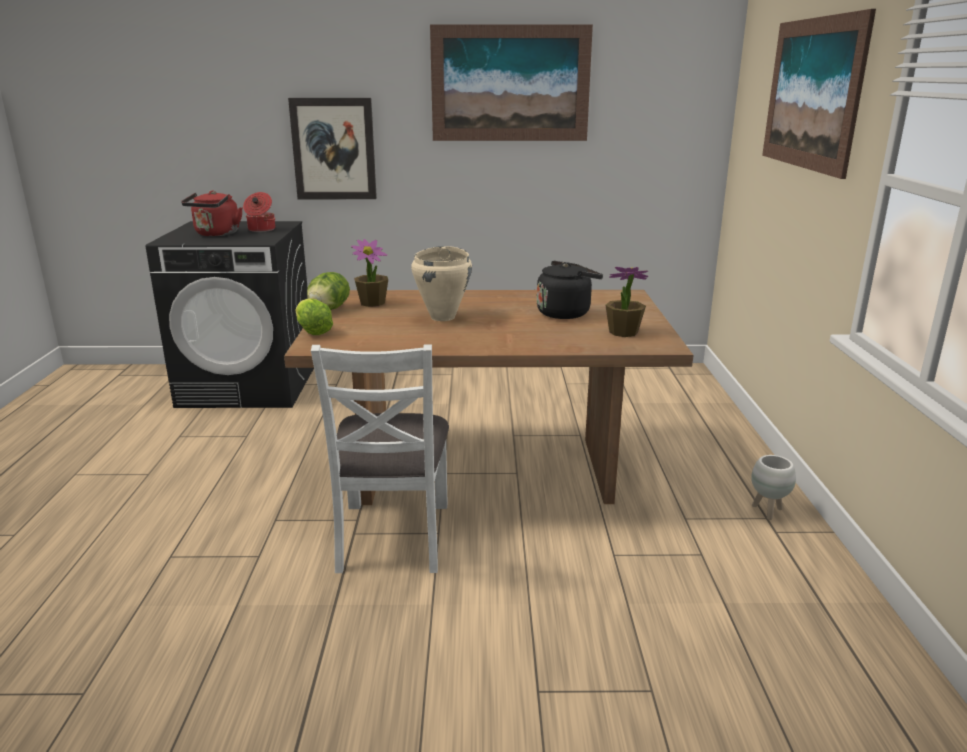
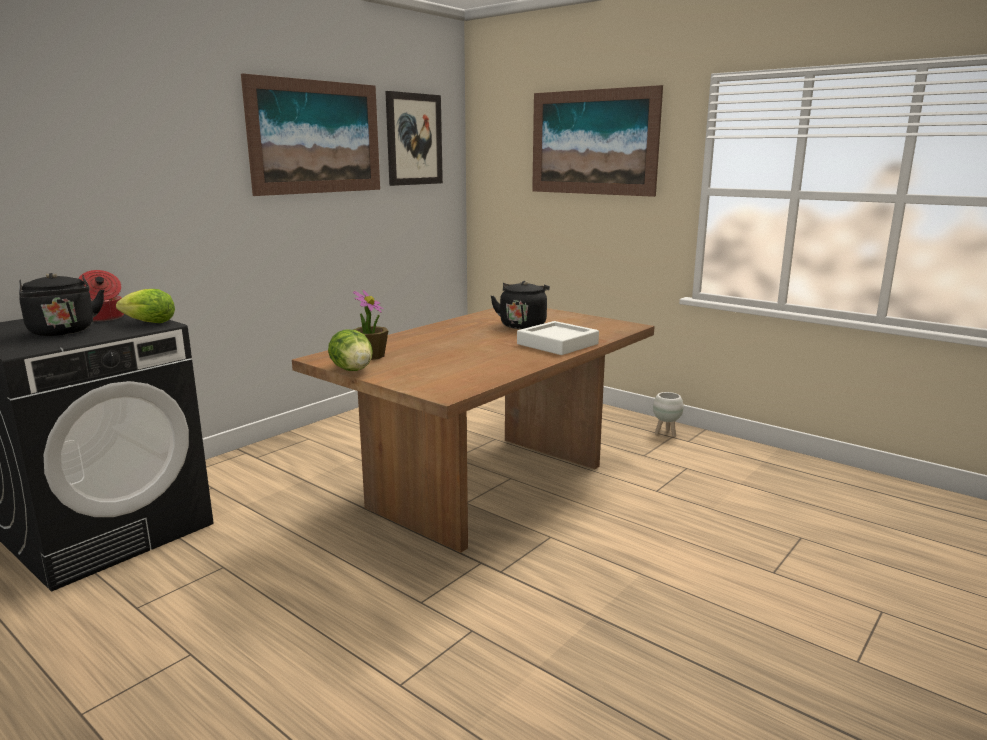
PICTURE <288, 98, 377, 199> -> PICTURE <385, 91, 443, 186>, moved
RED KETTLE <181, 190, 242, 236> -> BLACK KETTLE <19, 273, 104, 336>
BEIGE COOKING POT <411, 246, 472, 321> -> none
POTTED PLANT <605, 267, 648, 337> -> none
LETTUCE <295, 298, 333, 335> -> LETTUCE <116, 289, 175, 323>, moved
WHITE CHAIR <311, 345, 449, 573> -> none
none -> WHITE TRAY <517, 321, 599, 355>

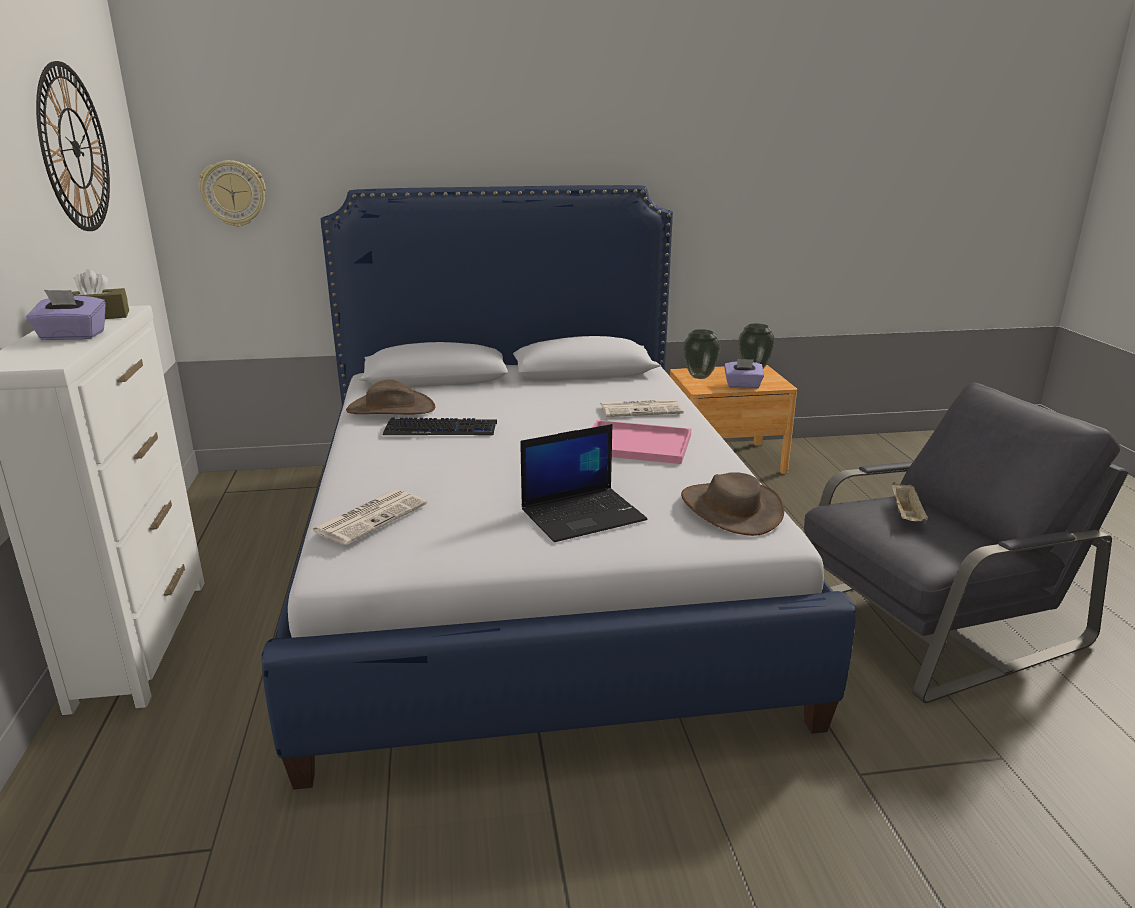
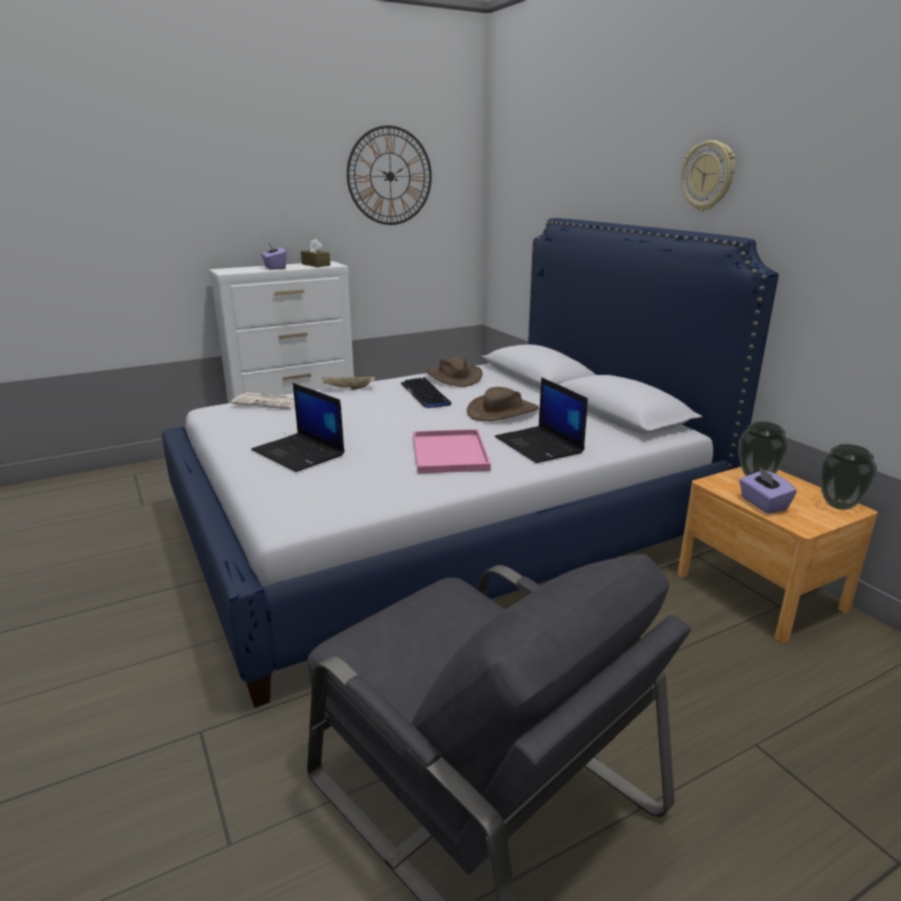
WALL CLOCK <199, 160, 266, 227> -> WALL CLOCK <681, 140, 735, 211>, moved
NEWSPAPER <600, 399, 684, 417> -> LAPTOP <495, 377, 588, 463>
BROWN HAT <681, 472, 784, 536> -> BROWN HAT <467, 387, 539, 421>, moved
BEIGE TRAY <892, 482, 928, 521> -> BEIGE TRAY <322, 375, 375, 390>, moved

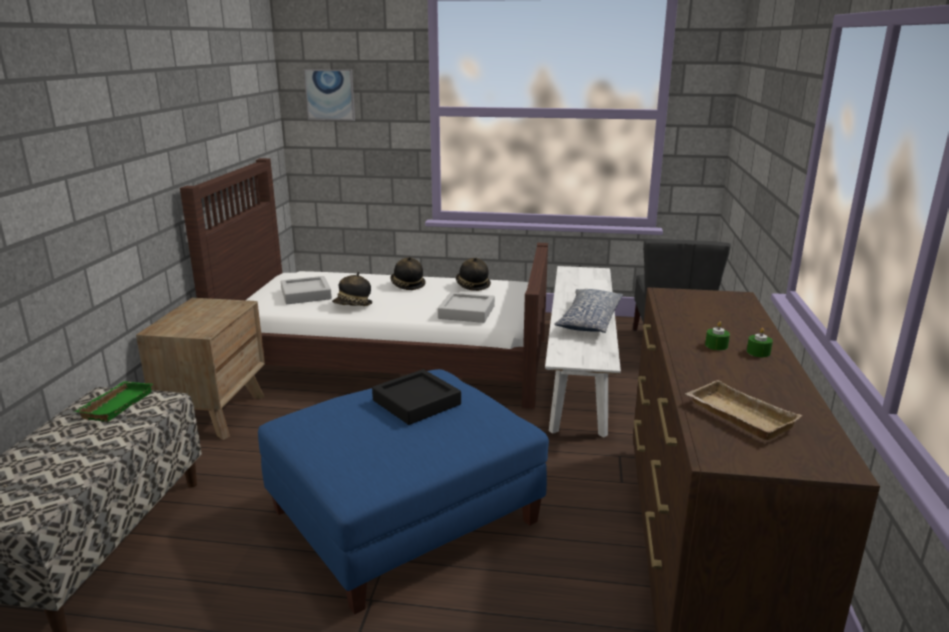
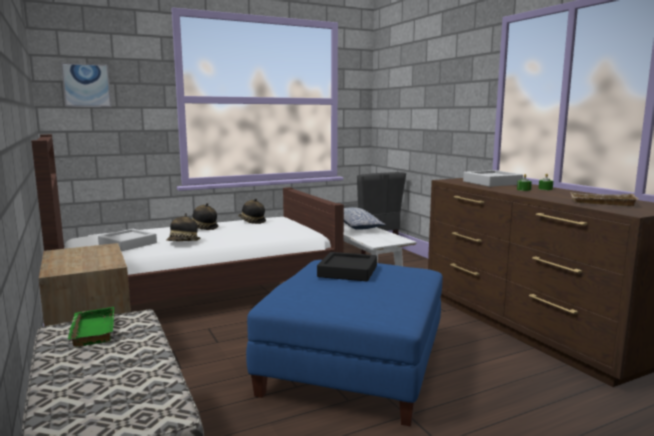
GREY TRAY <438, 292, 495, 323> -> GREY TRAY <463, 170, 523, 187>, moved

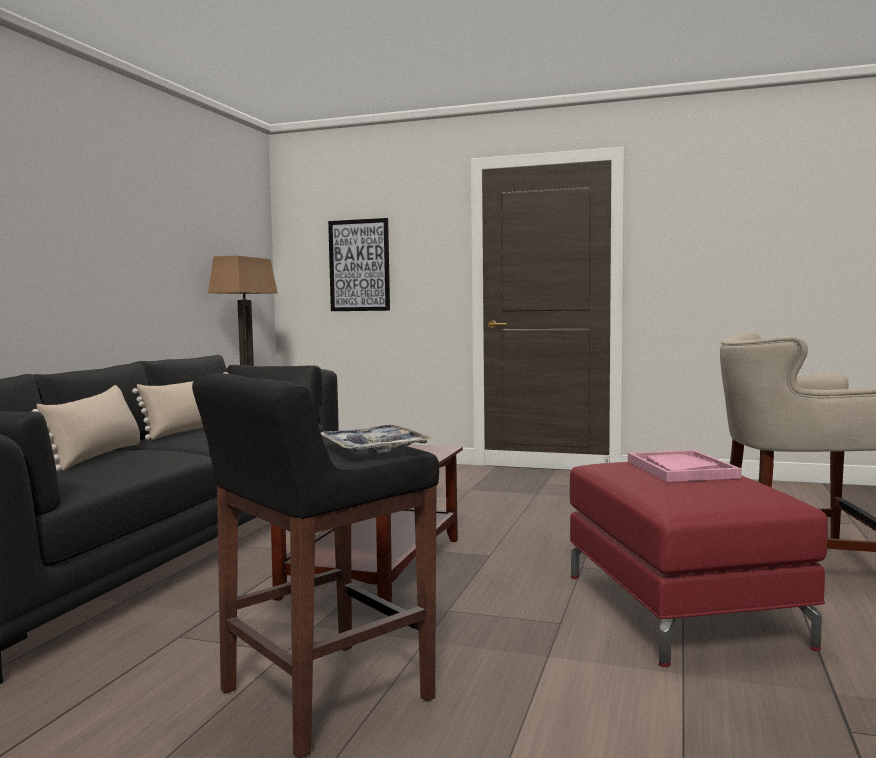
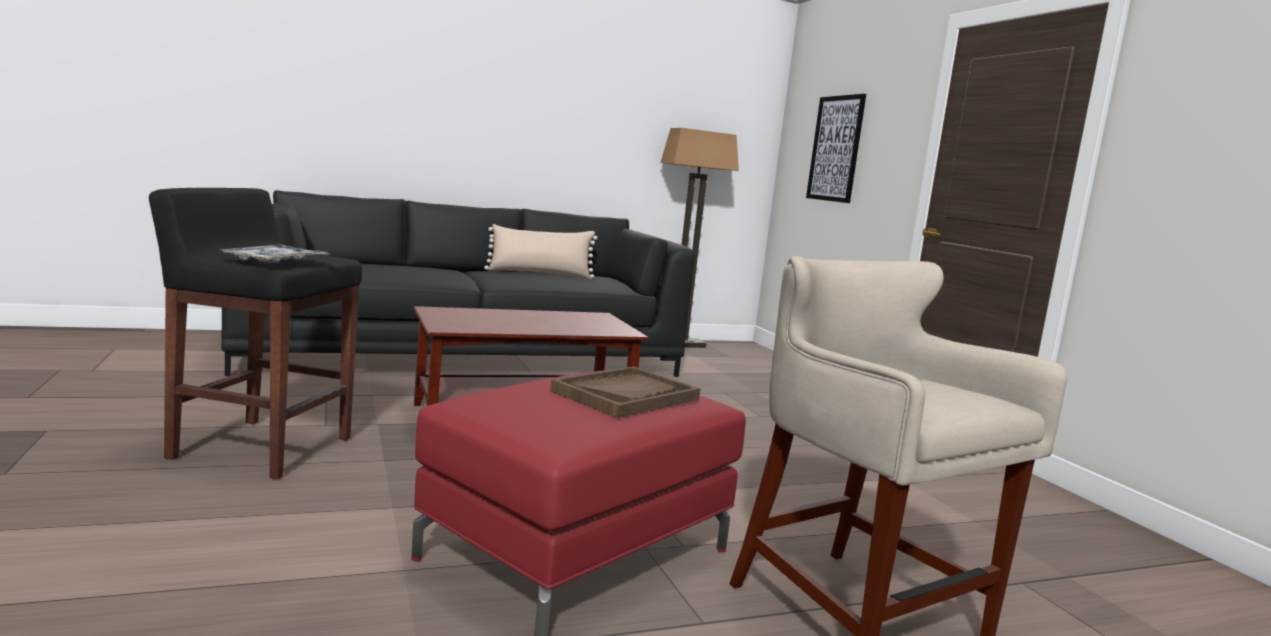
BEIGE PILLOW <32, 385, 140, 472> -> none
PINK TRAY <628, 450, 742, 482> -> BROWN TRAY <550, 366, 700, 418>

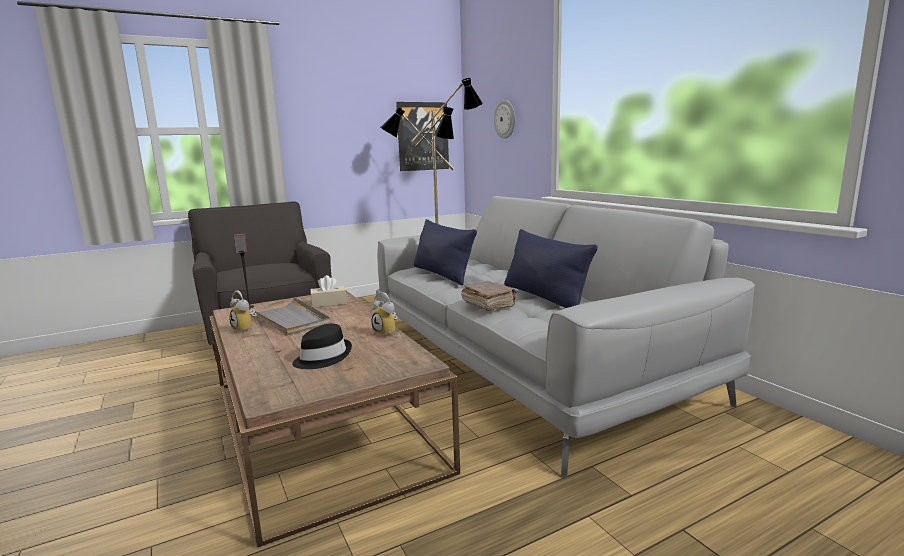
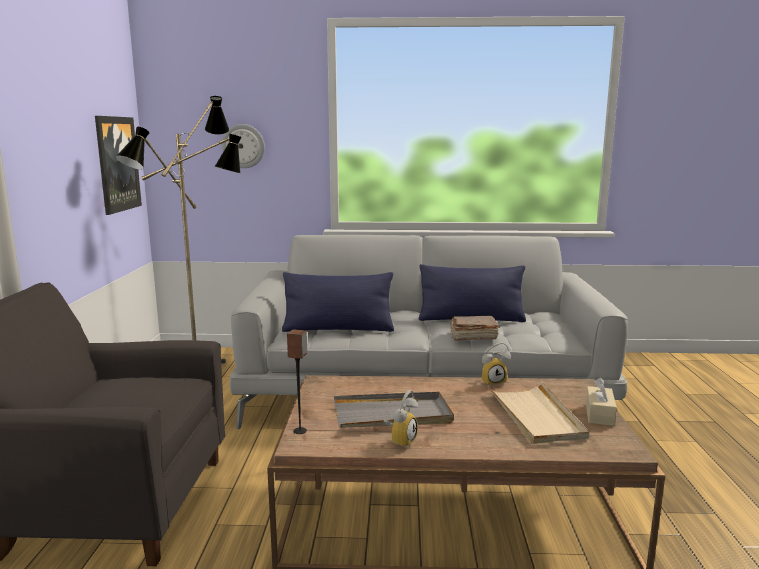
BEIGE TISSUE BOX <311, 275, 347, 308> -> BEIGE TISSUE BOX <586, 378, 617, 426>, moved
ALARM CLOCK <229, 291, 257, 333> -> ALARM CLOCK <384, 390, 419, 449>, 45 degrees counterclockwise
BLACK HAT <292, 324, 352, 369> -> BEIGE TRAY <487, 381, 589, 444>

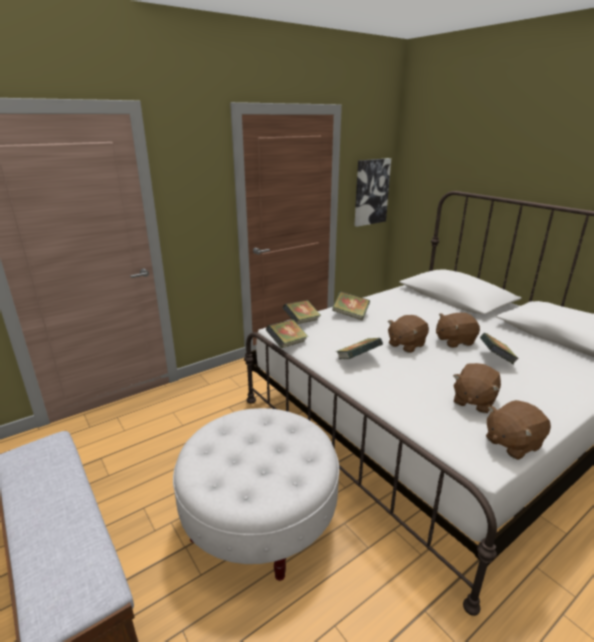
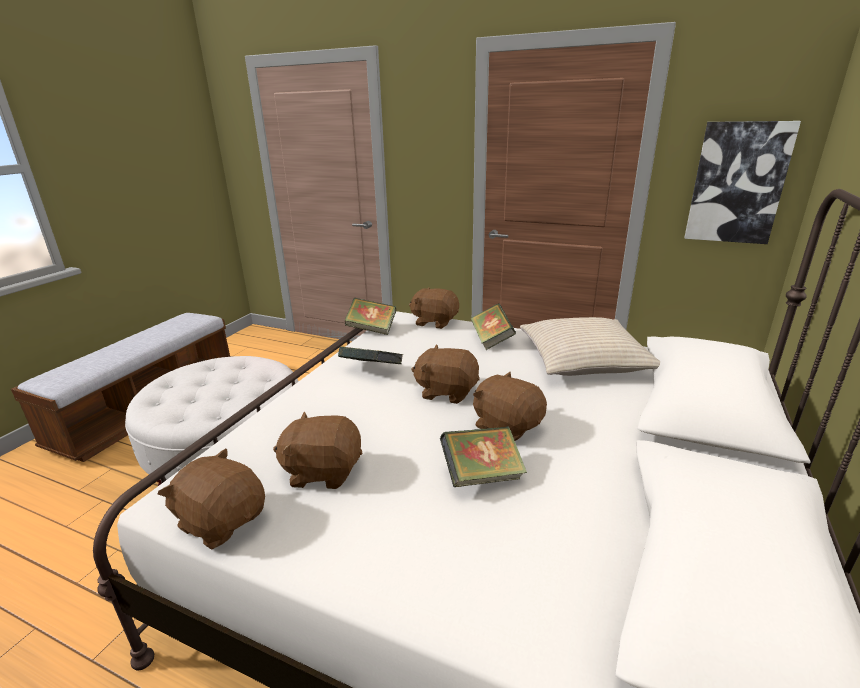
BOOK <283, 300, 321, 324> -> BROWN PLUSH TOY <409, 287, 459, 329>
none -> BEIGE PILLOW <520, 317, 660, 376>

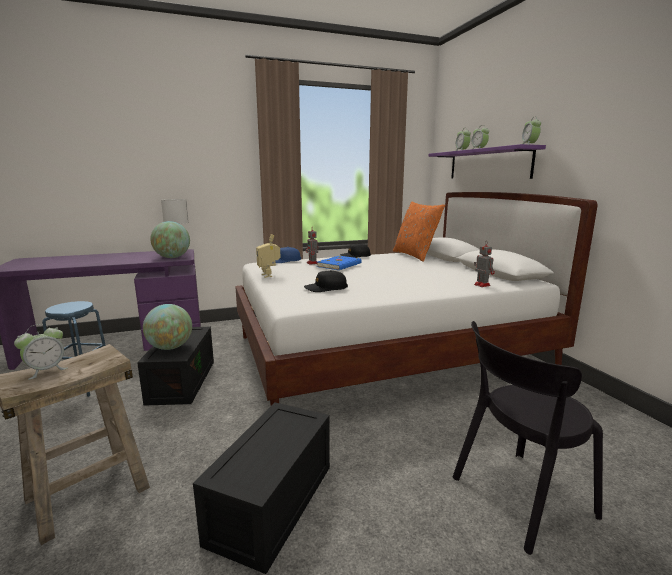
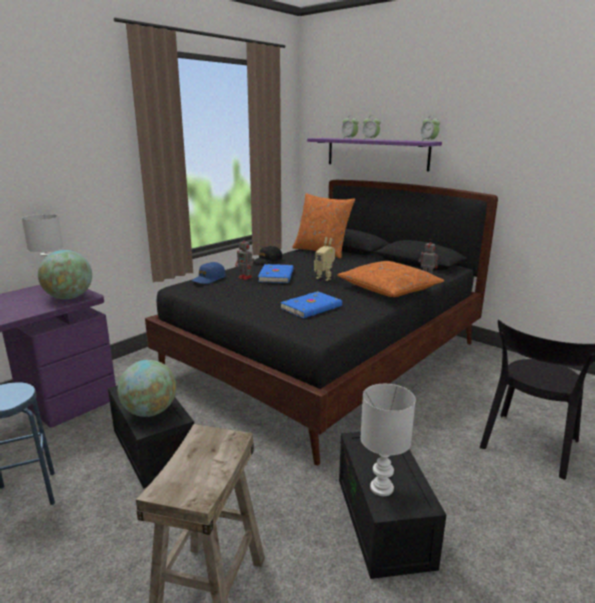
WHITE BED <235, 192, 598, 406> -> BLACK BED <145, 180, 498, 465>
TOY ROBOT <256, 234, 281, 278> -> TOY ROBOT <314, 237, 335, 281>, moved
BLACK CAP <304, 270, 348, 292> -> BLUE BOOK <280, 291, 342, 318>
ALARM CLOCK <14, 324, 67, 380> -> none
none -> ORANGE PILLOW <337, 261, 444, 297>
none -> WHITE TABLE LAMP <360, 384, 416, 496>

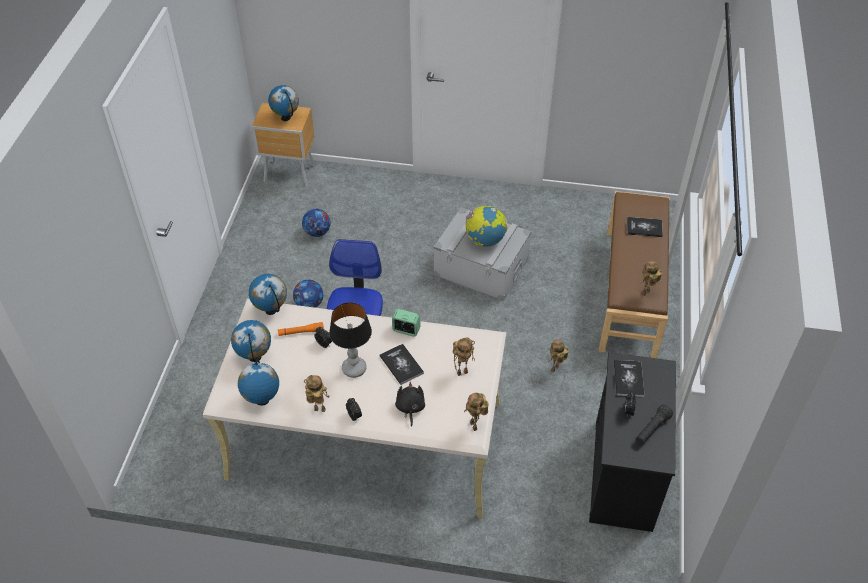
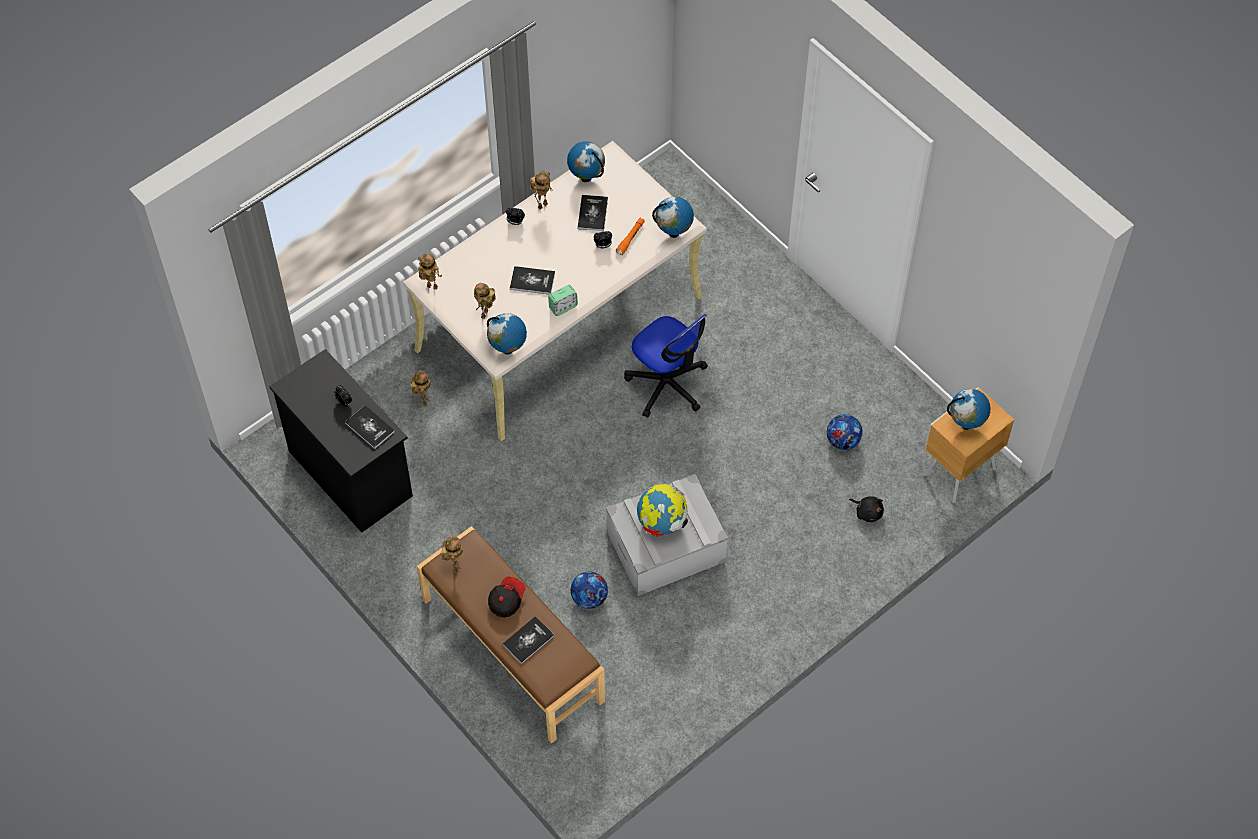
FOOTBALL <293, 280, 323, 308> -> FOOTBALL <571, 572, 608, 609>, moved
TABLE LAMP <329, 302, 372, 378> -> none
GLOBE <231, 320, 271, 362> -> GLOBE <487, 313, 527, 354>, moved
TOY ROBOT <548, 340, 569, 372> -> TOY ROBOT <411, 370, 431, 407>, moved
BLACK PLUSH TOY <395, 382, 425, 427> -> BLACK PLUSH TOY <849, 497, 884, 522>, moved
BLACK FLASHLIGHT <636, 405, 673, 444> -> none
none -> BOOK <577, 195, 608, 231>
none -> CAP <488, 577, 526, 618>

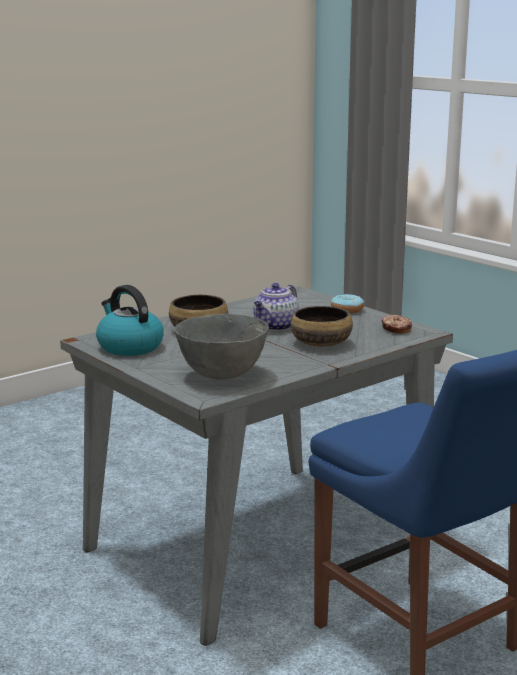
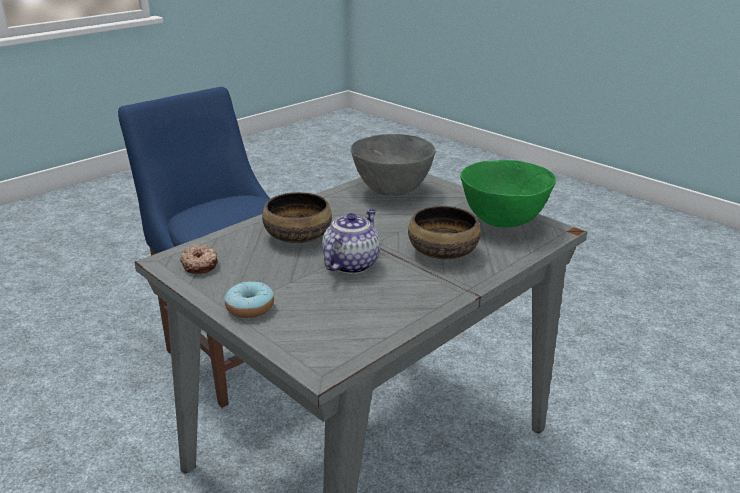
KETTLE <96, 285, 164, 356> -> GREEN BOWL <460, 160, 556, 228>

